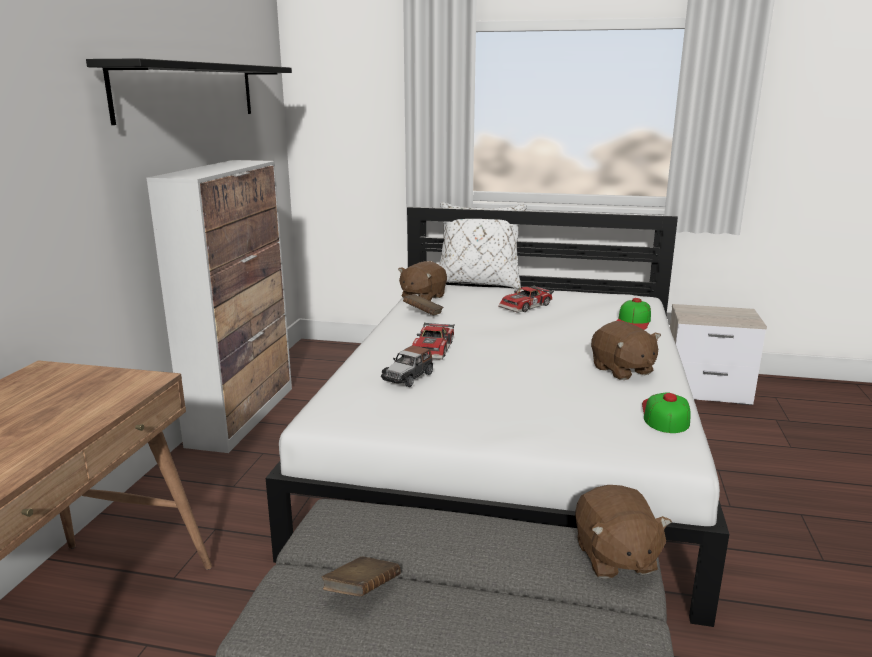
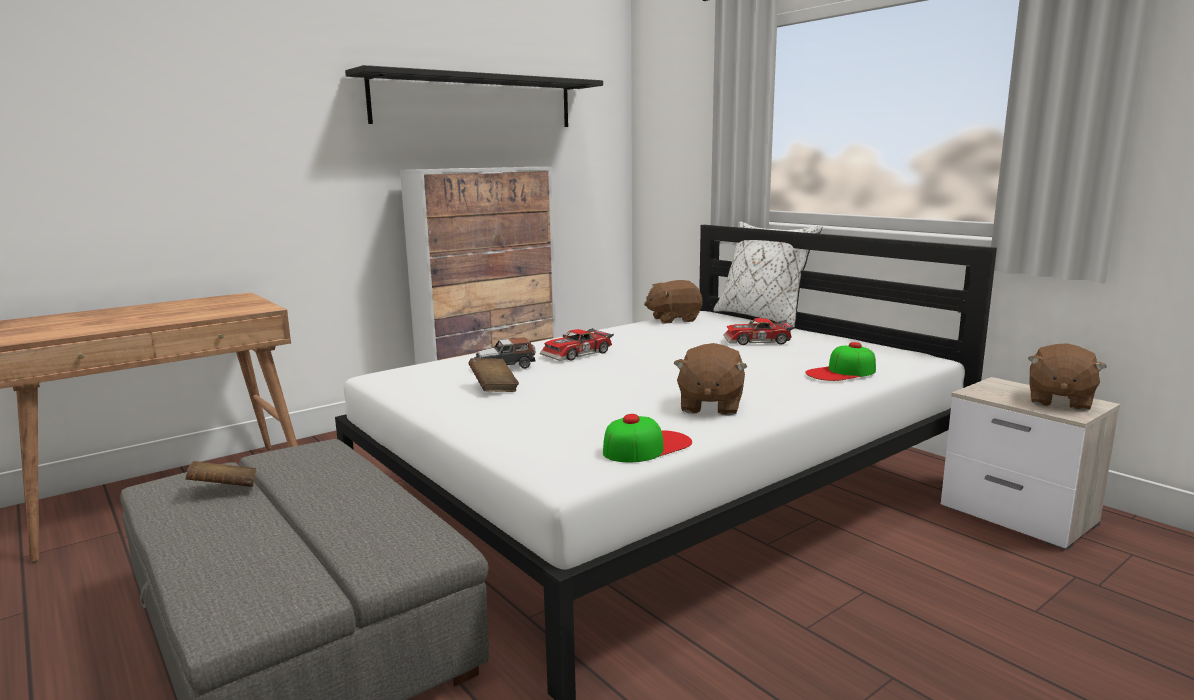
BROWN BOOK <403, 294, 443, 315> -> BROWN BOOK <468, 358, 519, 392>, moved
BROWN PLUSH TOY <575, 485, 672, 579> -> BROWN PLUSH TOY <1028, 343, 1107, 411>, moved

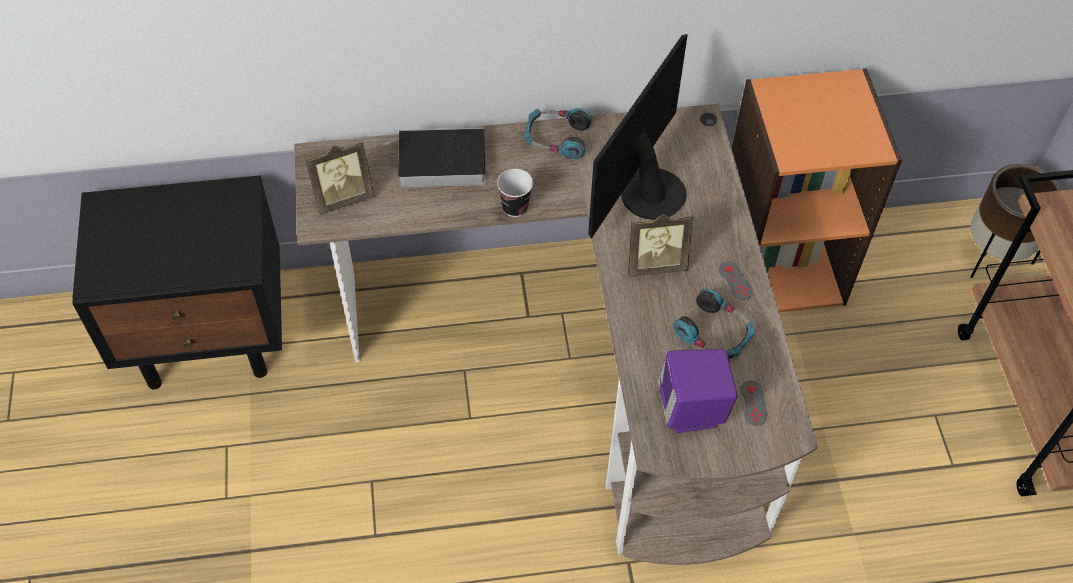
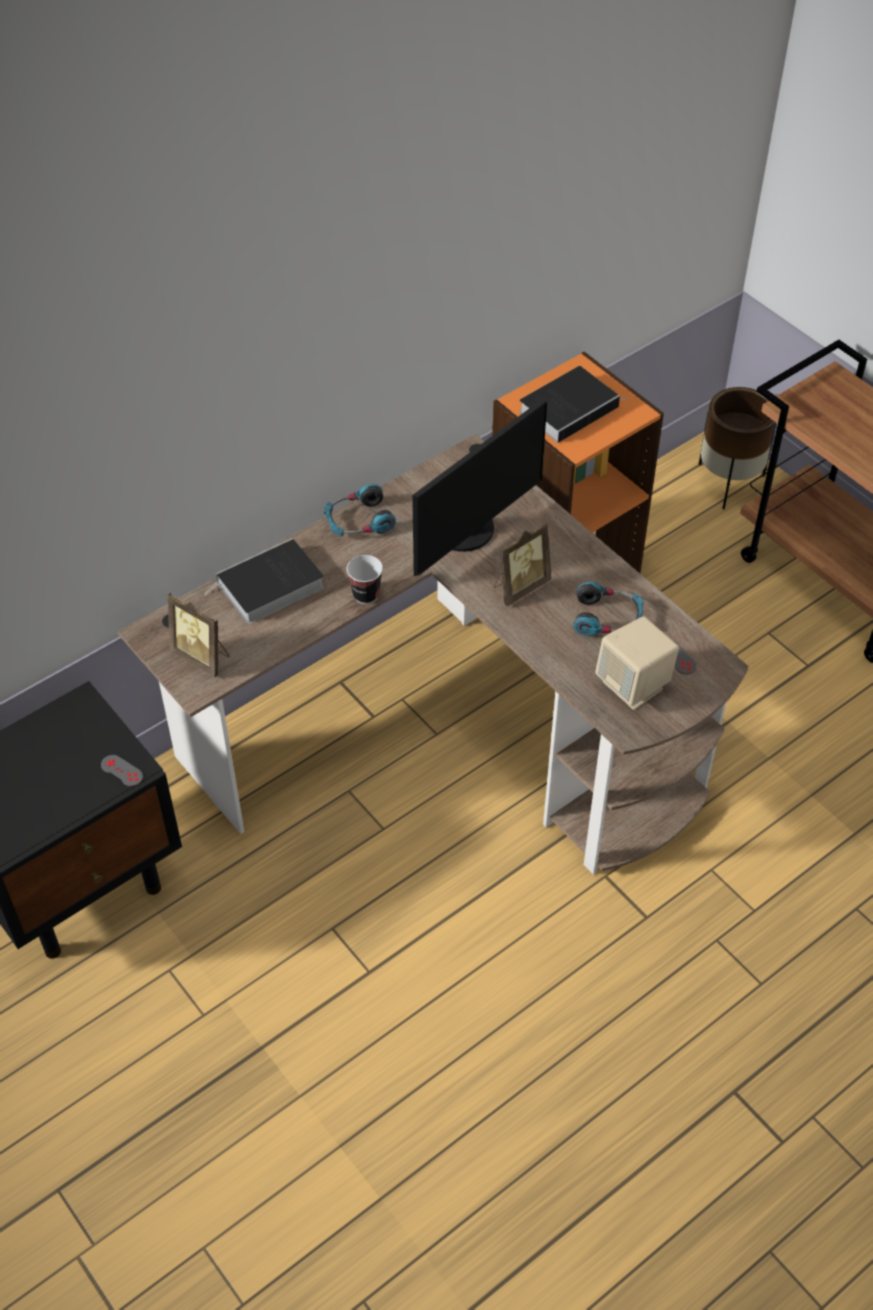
MONITOR <588, 34, 688, 239> -> MONITOR <412, 396, 547, 576>, 135 degrees counterclockwise
PICTURE FRAME <305, 141, 374, 215> -> PICTURE FRAME <168, 593, 229, 677>, 90 degrees clockwise
GREY GAME CONTROLLER <719, 262, 753, 300> -> GREY GAME CONTROLLER <101, 755, 143, 787>, moved
PURPLE SPEAKER <658, 349, 738, 433> -> BEIGE SPEAKER <595, 616, 679, 710>
none -> BOOK <519, 366, 627, 443>

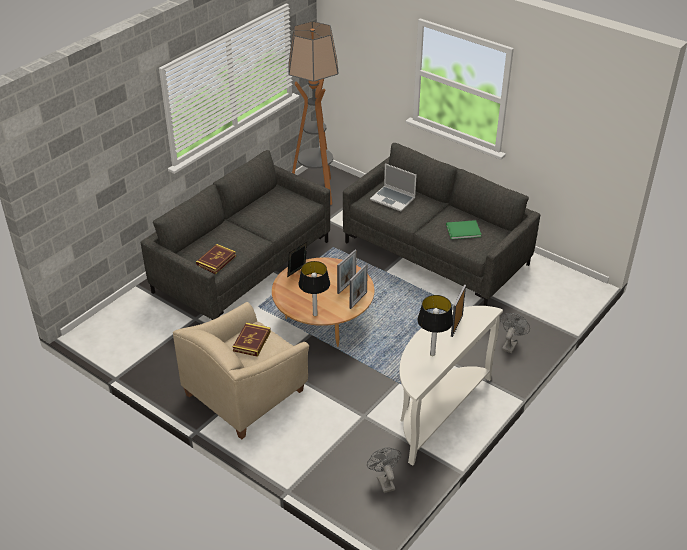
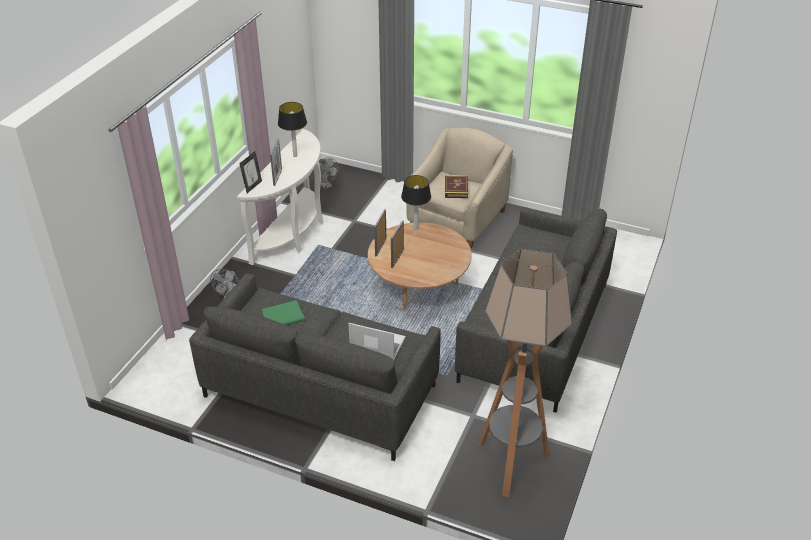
PICTURE FRAME <287, 242, 307, 277> -> PICTURE FRAME <239, 151, 262, 193>, moved
BOOK <196, 244, 236, 274> -> none

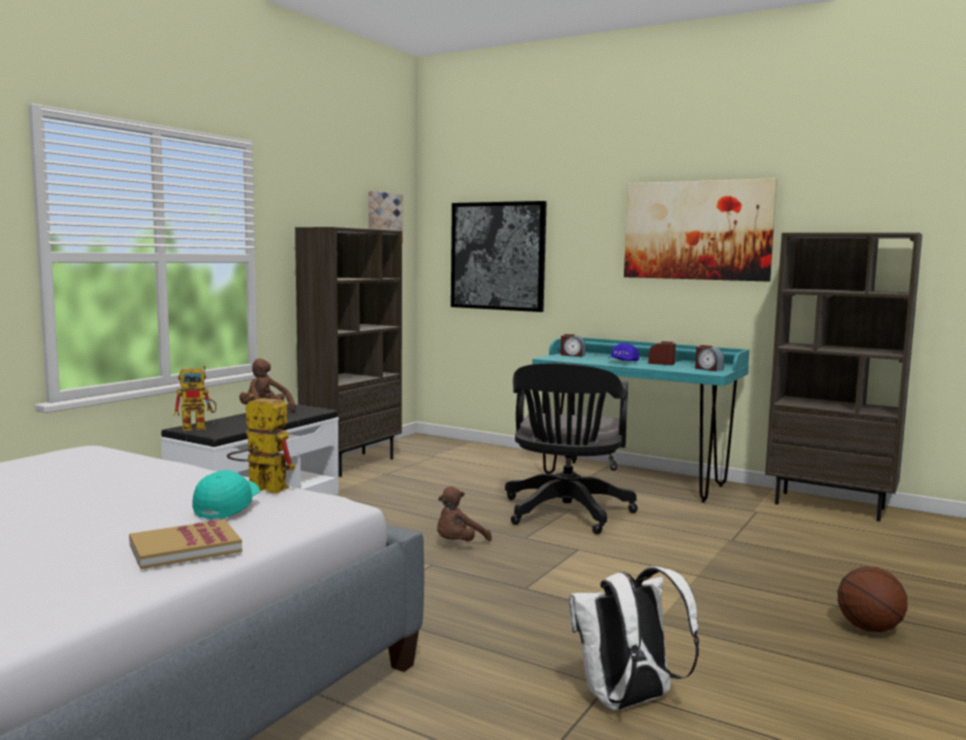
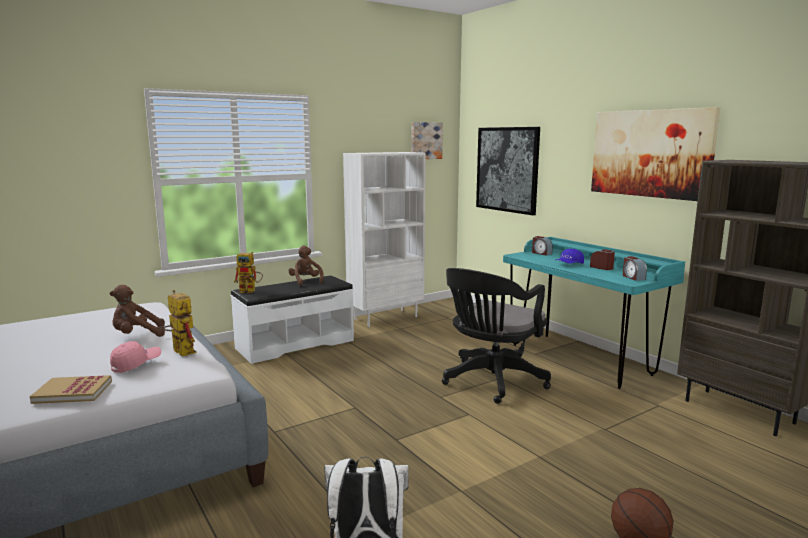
BROWN BOOKCASE <295, 227, 402, 477> -> WHITE BOOKCASE <343, 152, 425, 327>
TURQUOISE CAP <192, 470, 260, 519> -> PINK CAP <110, 341, 161, 373>
BROWN PLUSH TOY <437, 486, 492, 541> -> BROWN PLUSH TOY <110, 285, 165, 337>, moved

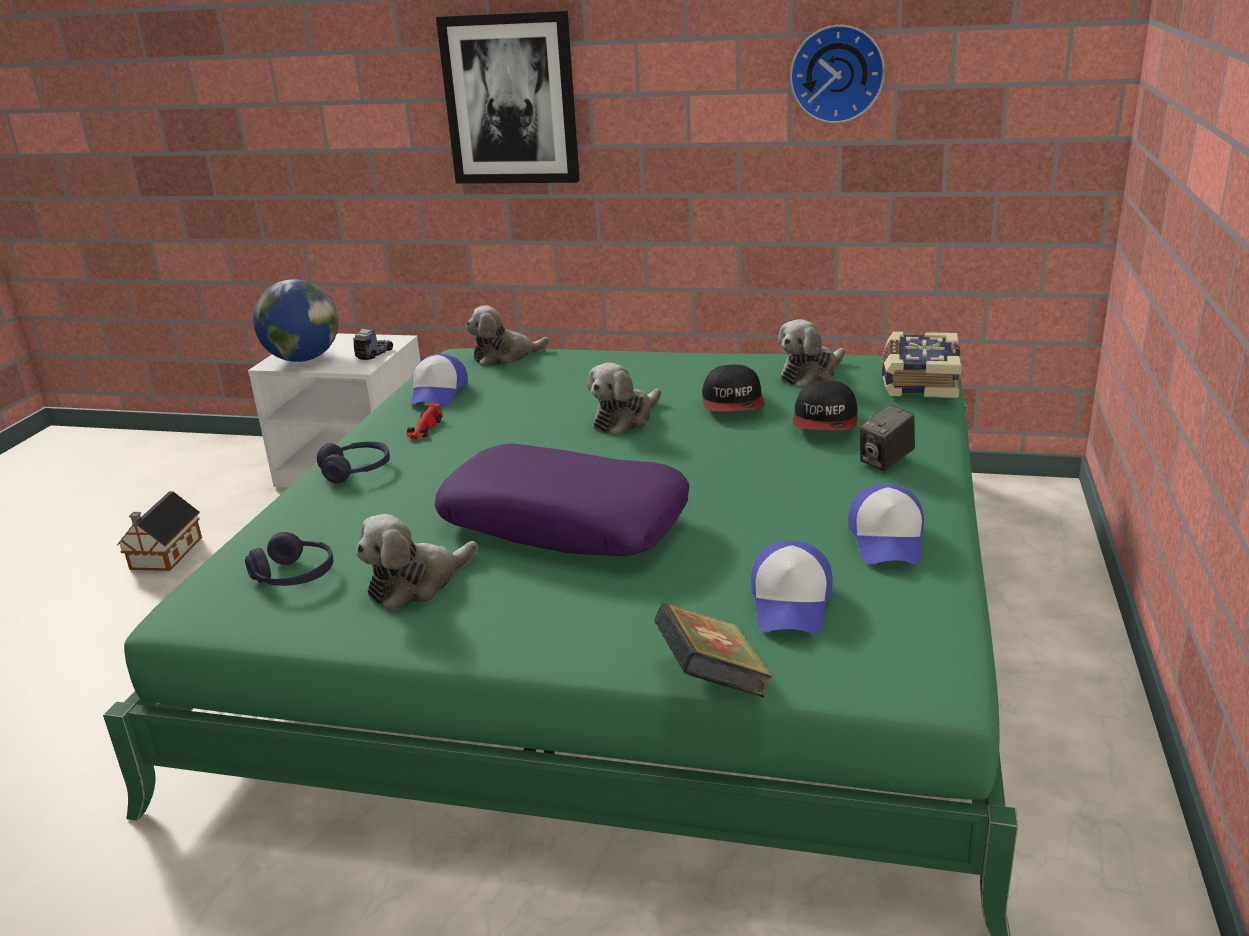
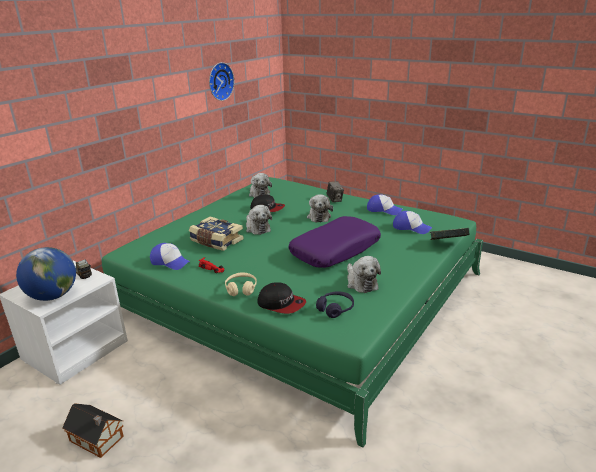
PICTURE <436, 10, 580, 184> -> none
PLUSH TOY <466, 305, 550, 367> -> PLUSH TOY <307, 194, 333, 222>, moved
BOOK <882, 331, 962, 398> -> BOOK <189, 217, 243, 251>, moved
CAP <793, 380, 857, 430> -> CAP <257, 282, 307, 314>, moved
PURPLE HEADPHONES <317, 442, 390, 483> -> BEIGE HEADPHONES <225, 272, 257, 296>

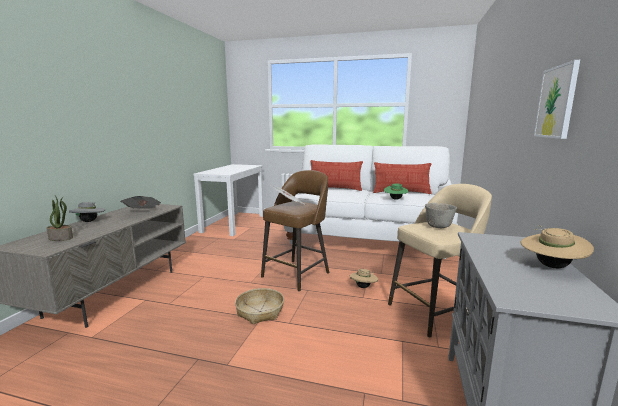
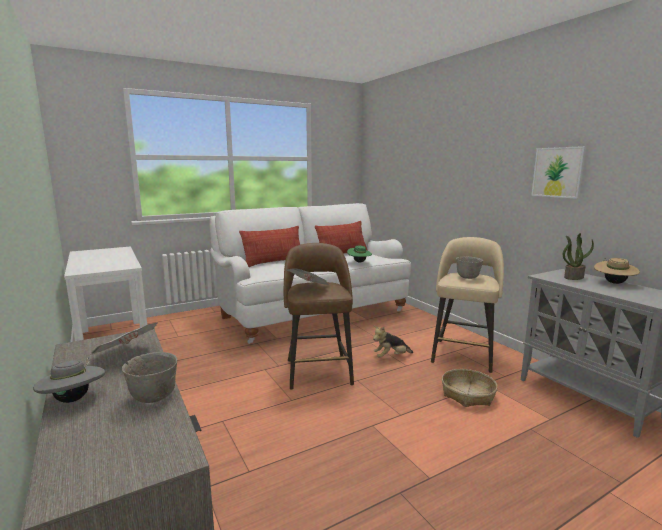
POTTED PLANT <46, 196, 73, 241> -> POTTED PLANT <563, 233, 594, 280>, moved
BEIGE HAT <350, 269, 378, 288> -> PLUSH TOY <373, 326, 413, 358>
BASKET <235, 288, 284, 324> -> BASKET <442, 369, 498, 407>, moved
none -> GREY BOWL <122, 352, 177, 403>

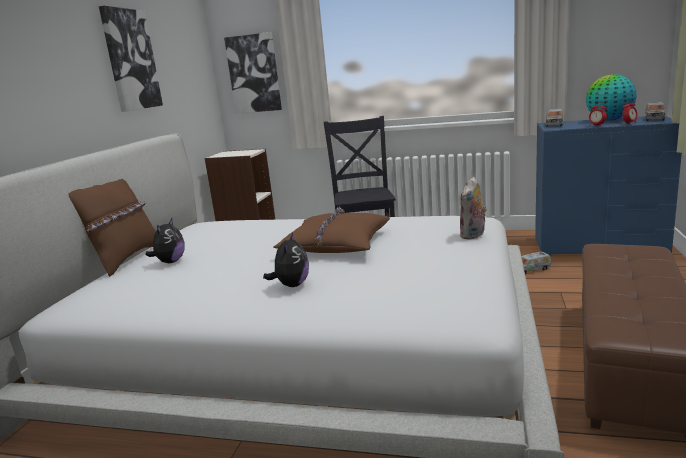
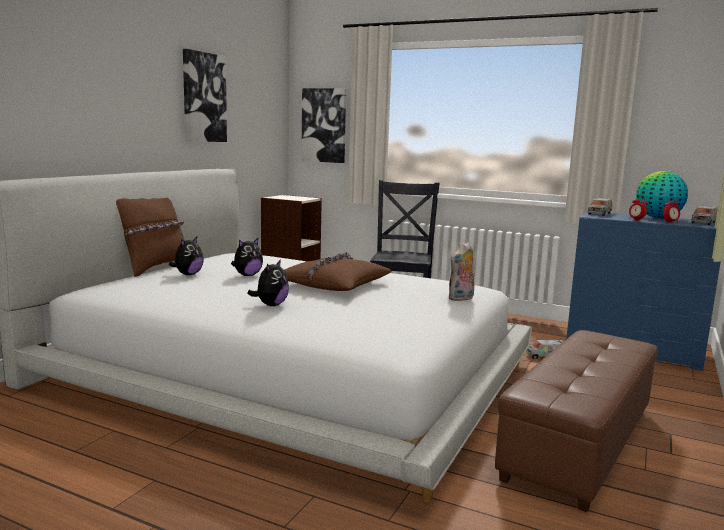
none -> PLUSH TOY <231, 238, 263, 276>

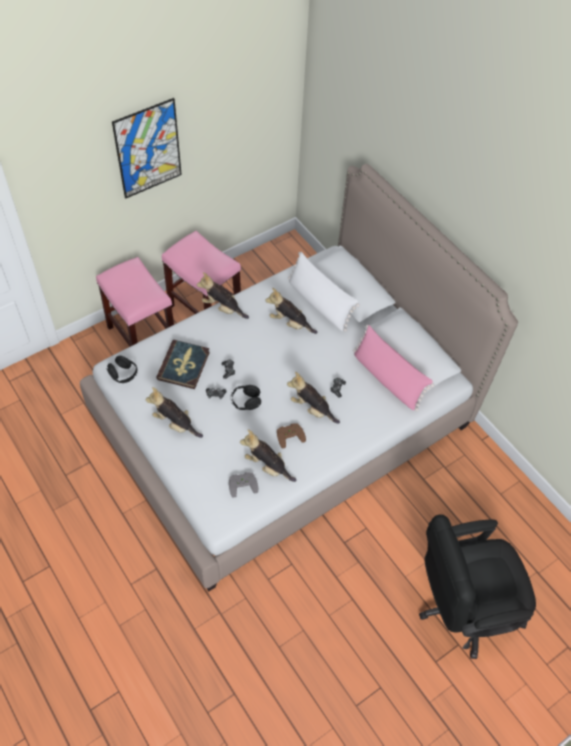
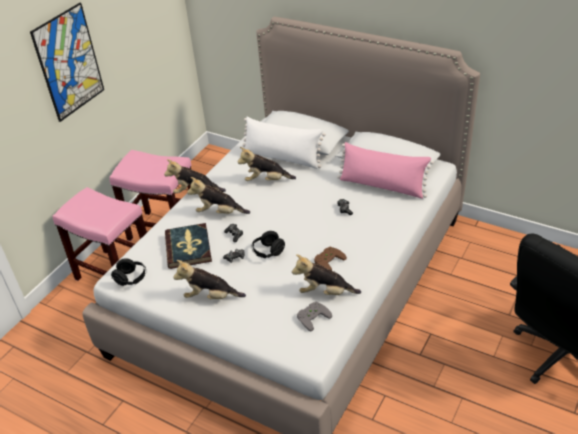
PLUSH TOY <287, 372, 340, 424> -> PLUSH TOY <187, 177, 250, 214>, moved

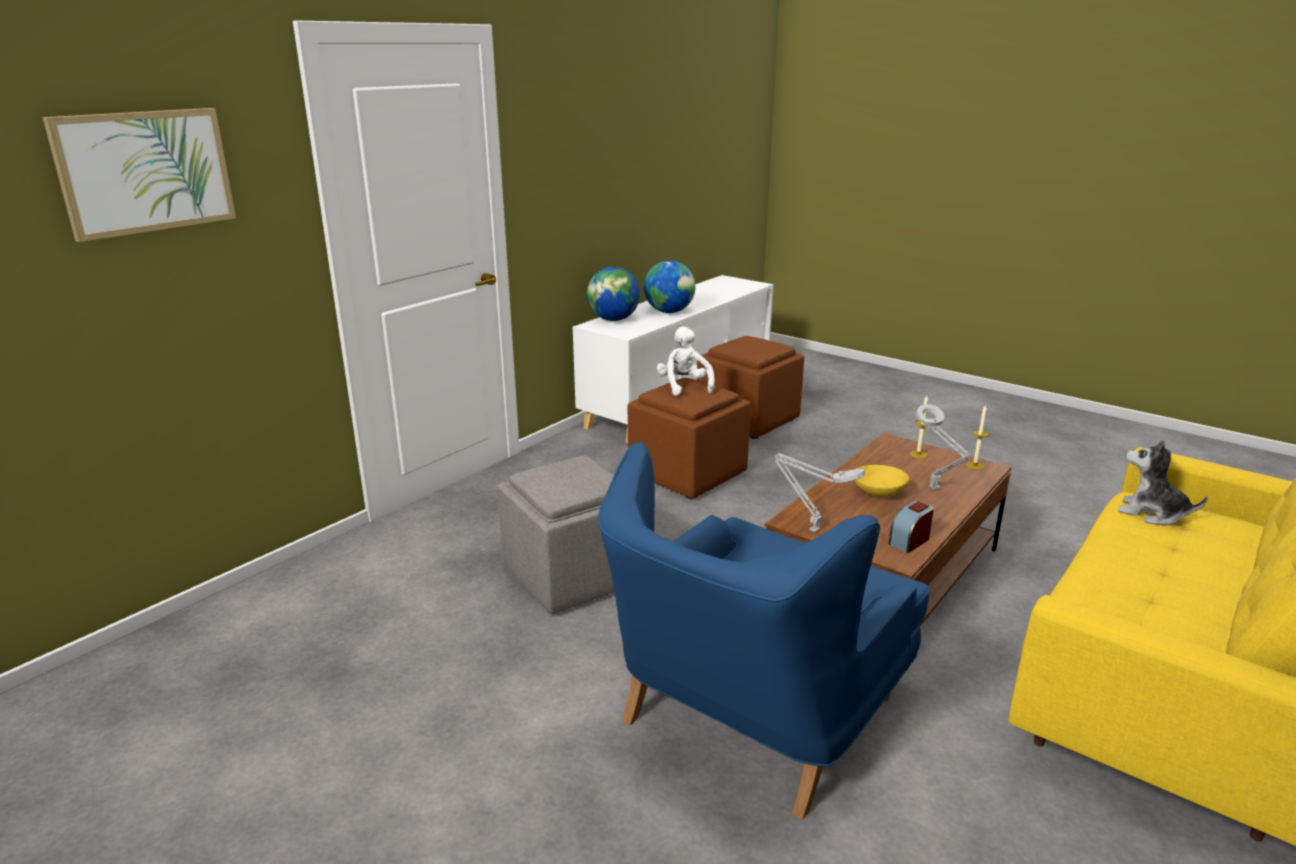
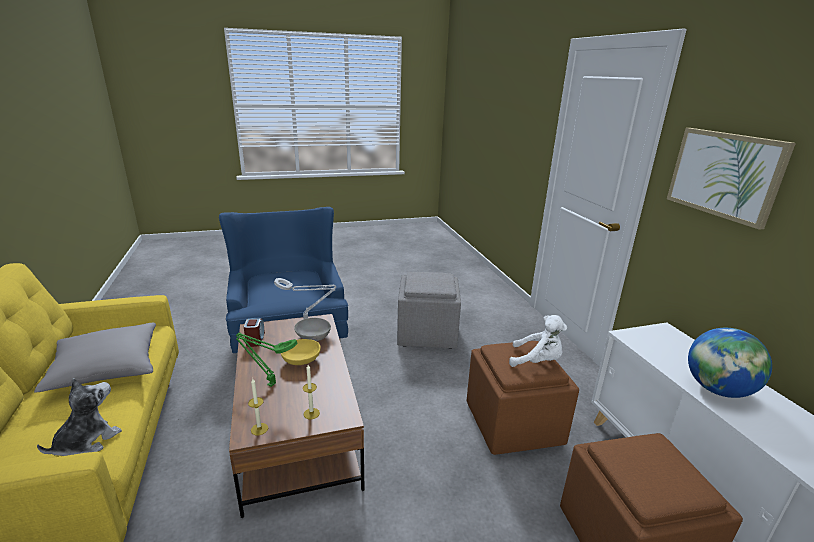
PICTURE <43, 108, 236, 242> -> PICTURE <667, 128, 796, 230>, moved
GLOBE <587, 267, 640, 321> -> none
GREY TABLE LAMP <916, 404, 970, 489> -> GREEN TABLE LAMP <236, 333, 297, 387>
PLUSH TOY <1118, 440, 1208, 526> -> PLUSH TOY <37, 378, 122, 456>, 45 degrees counterclockwise
none -> GREY BOWL <294, 318, 331, 341>
none -> GREY PILLOW <34, 323, 156, 393>

